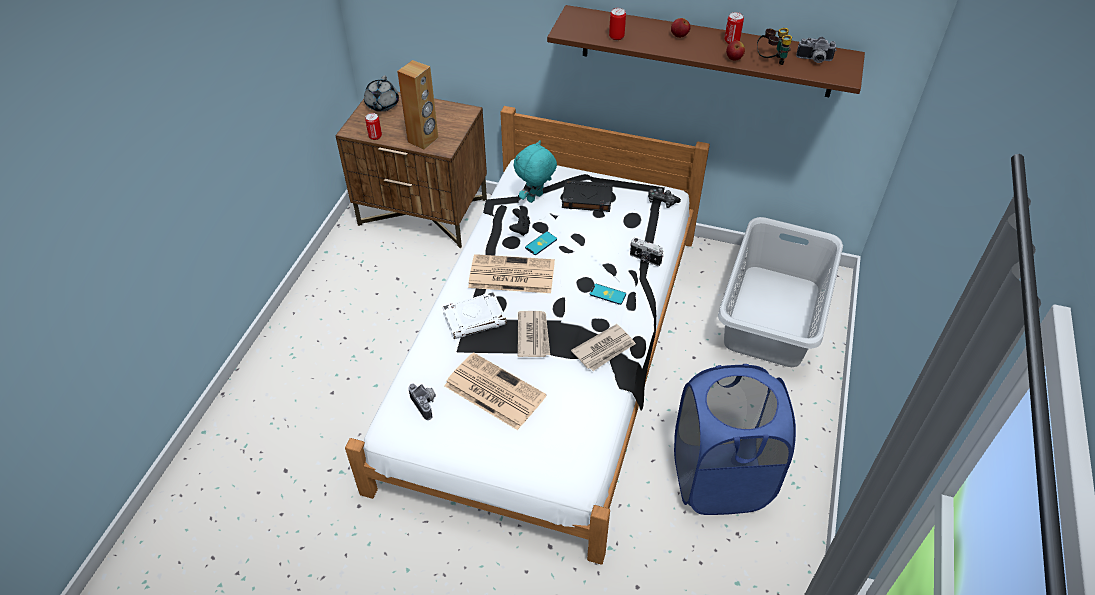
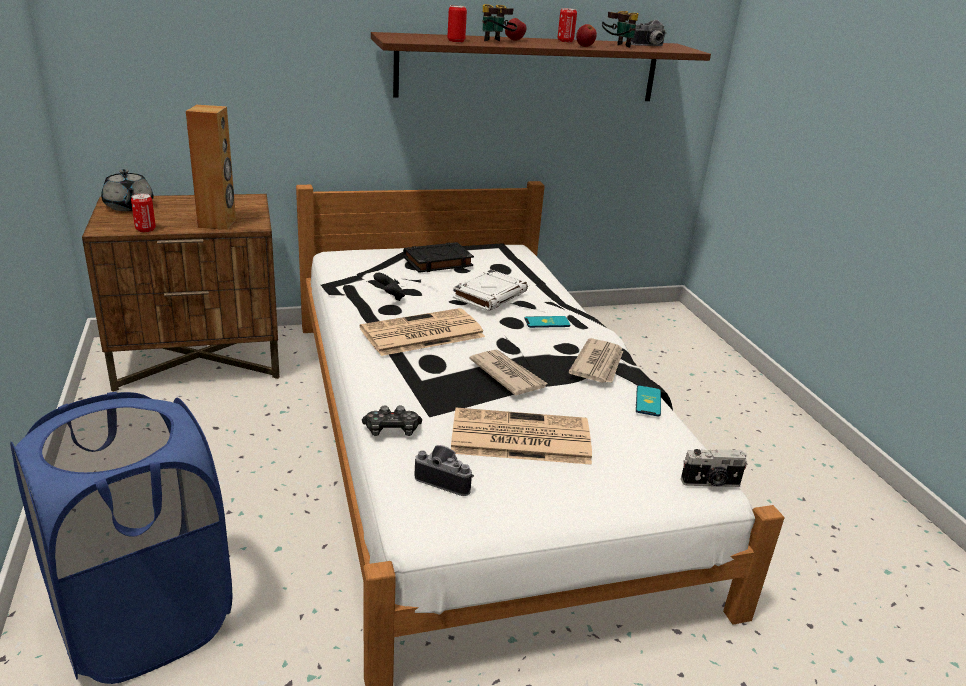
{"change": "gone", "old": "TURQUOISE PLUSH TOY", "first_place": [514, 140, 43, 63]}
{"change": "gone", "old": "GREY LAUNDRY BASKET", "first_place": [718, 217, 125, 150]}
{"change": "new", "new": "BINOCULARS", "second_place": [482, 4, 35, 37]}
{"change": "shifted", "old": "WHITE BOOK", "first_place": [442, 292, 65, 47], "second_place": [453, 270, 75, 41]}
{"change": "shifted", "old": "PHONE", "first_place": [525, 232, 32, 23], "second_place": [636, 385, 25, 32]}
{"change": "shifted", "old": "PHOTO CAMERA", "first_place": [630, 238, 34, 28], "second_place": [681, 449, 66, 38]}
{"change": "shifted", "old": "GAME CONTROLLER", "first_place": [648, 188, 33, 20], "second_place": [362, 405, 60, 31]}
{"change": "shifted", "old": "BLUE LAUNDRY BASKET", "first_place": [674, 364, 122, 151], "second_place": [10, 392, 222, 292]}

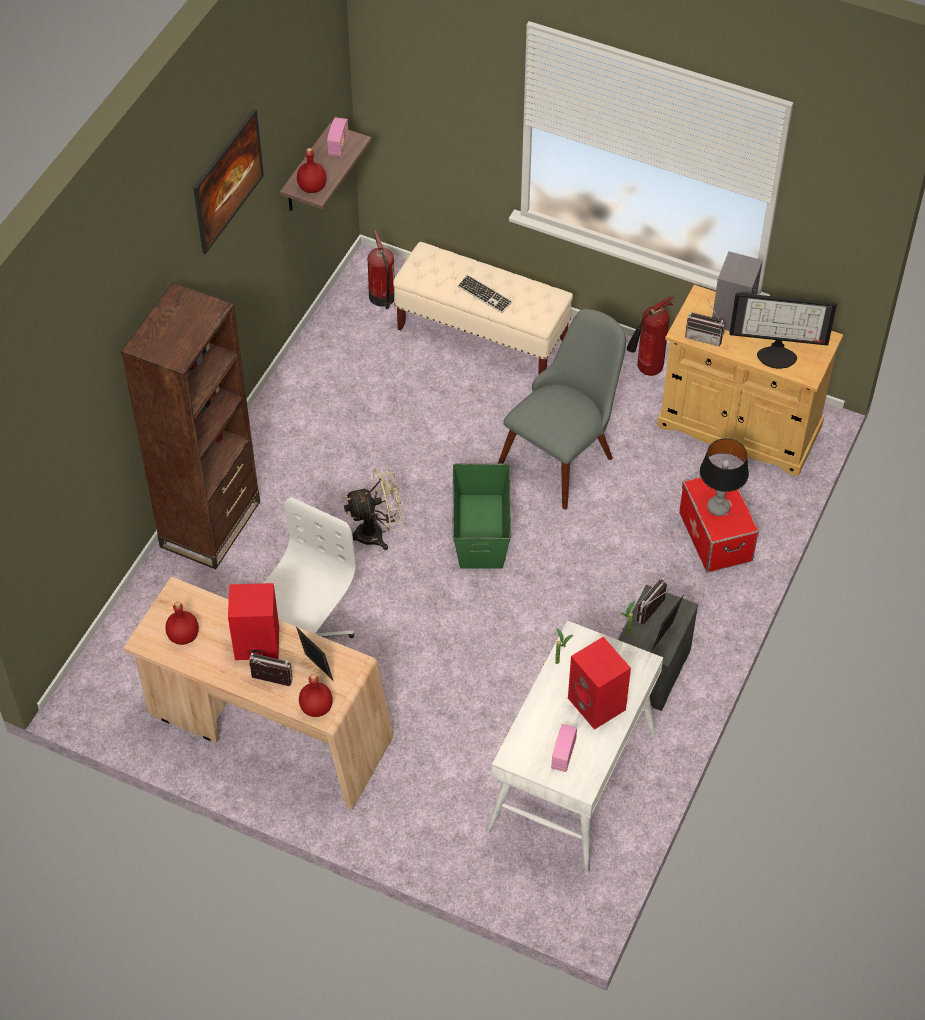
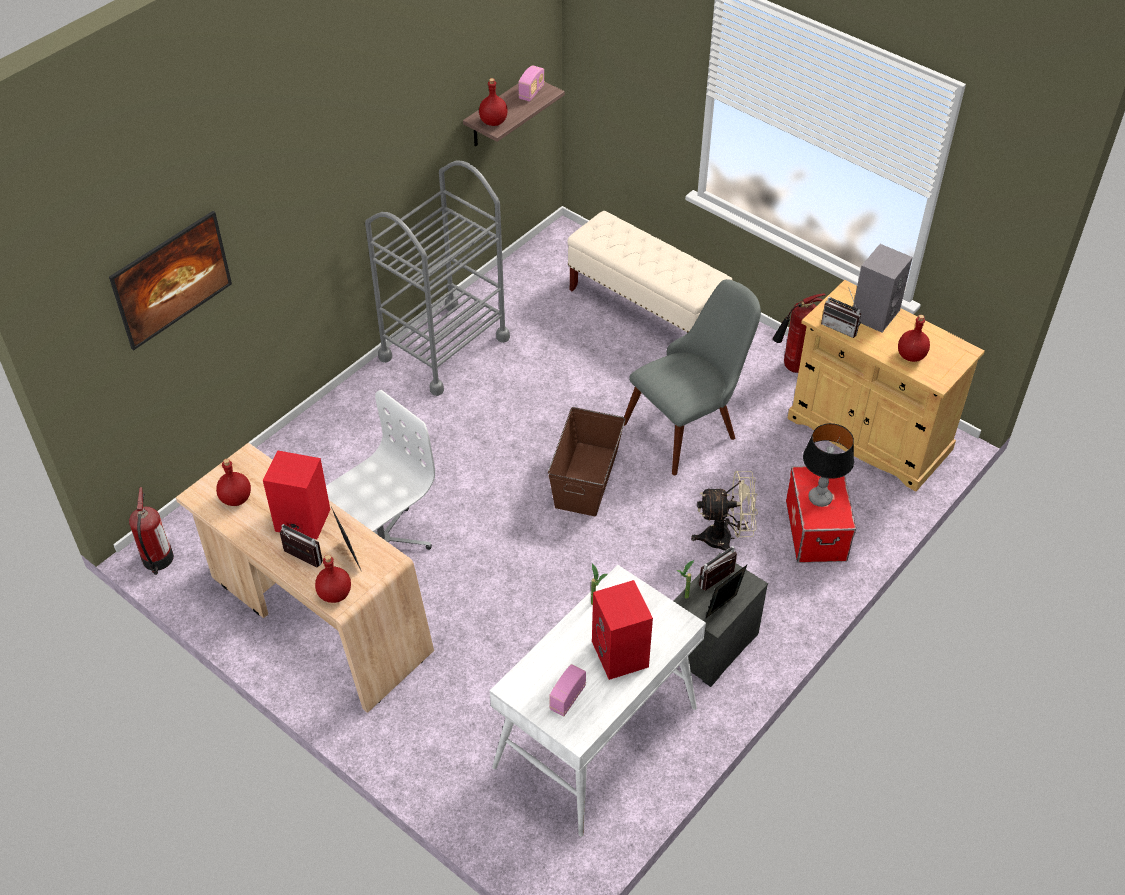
{"change": "gone", "old": "BROWN BOOKCASE", "first_place": [121, 282, 139, 287]}
{"change": "gone", "old": "KEYBOARD", "first_place": [457, 275, 55, 38]}
{"change": "new", "new": "GREY CART", "second_place": [365, 161, 145, 235]}
{"change": "shifted", "old": "PICTURE", "first_place": [193, 109, 71, 145], "second_place": [109, 211, 123, 139]}
{"change": "shifted", "old": "BEIGE FAN", "first_place": [344, 466, 61, 84], "second_place": [691, 471, 67, 80]}
{"change": "shifted", "old": "FIRE EXTINGUISHER", "first_place": [368, 230, 27, 79], "second_place": [129, 487, 45, 88]}
{"change": "swapped", "old": "MONITOR", "new": "RED BOTTLE", "first_place": [729, 293, 108, 76], "second_place": [898, 315, 32, 47]}
{"change": "repainted", "old": "GREEN STORAGE BOX", "new": "BROWN STORAGE BOX", "first_place": [453, 464, 58, 105], "second_place": [548, 407, 77, 109]}

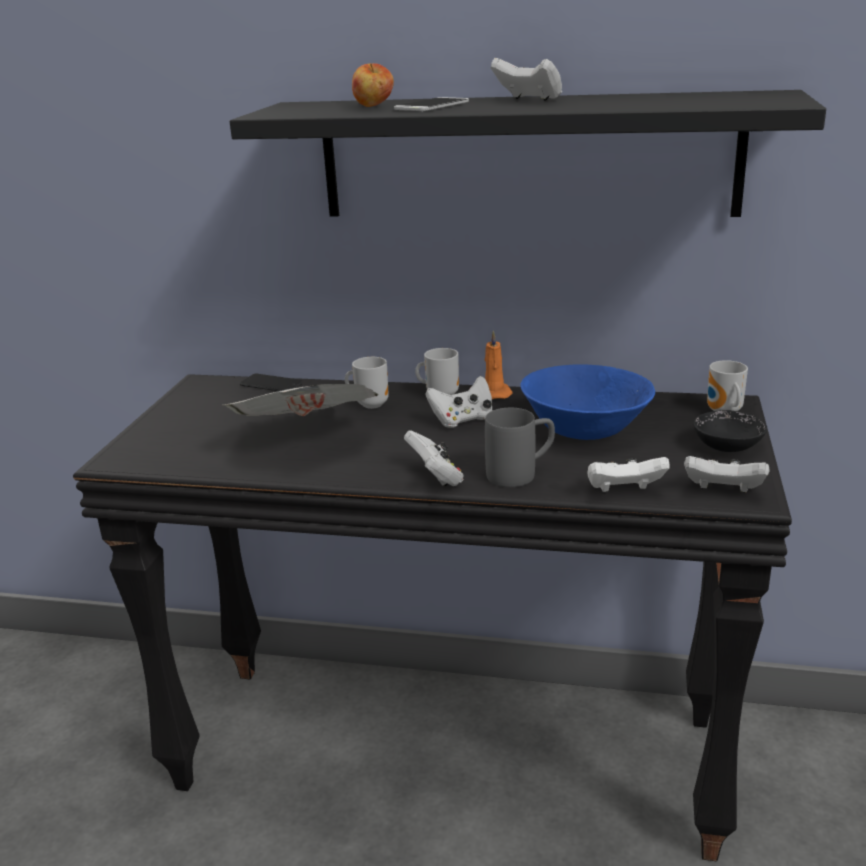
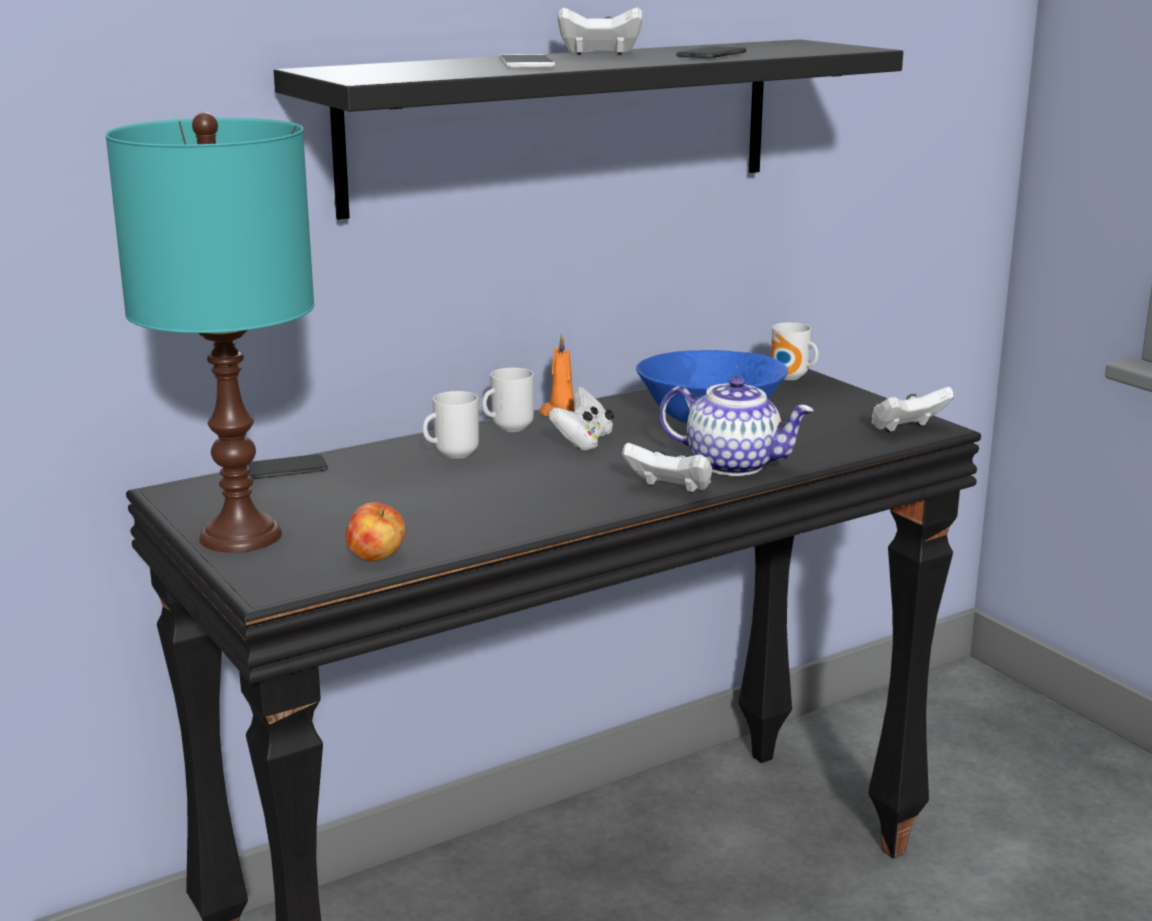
{"change": "gone", "old": "NEWSPAPER", "first_place": [222, 384, 156, 32]}
{"change": "gone", "old": "WHITE GAME CONTROLLER", "first_place": [588, 457, 81, 35]}
{"change": "gone", "old": "BLACK BOWL", "first_place": [693, 410, 75, 42]}
{"change": "new", "new": "TURQUOISE TABLE LAMP", "second_place": [105, 112, 209, 441]}
{"change": "new", "new": "PHONE", "second_place": [676, 46, 70, 12]}
{"change": "shifted", "old": "APPLE", "first_place": [352, 63, 42, 44], "second_place": [346, 502, 59, 59]}
{"change": "swapped", "old": "GREY MUG", "new": "TEAPOT", "first_place": [485, 408, 70, 79], "second_place": [659, 376, 155, 100]}

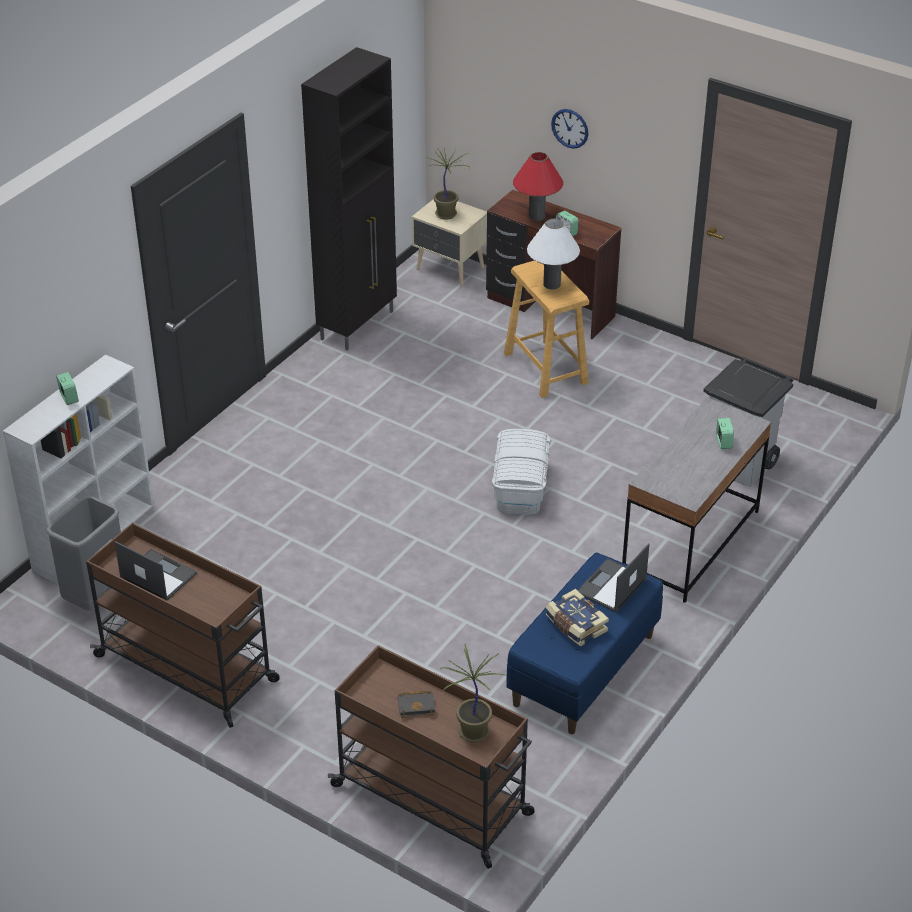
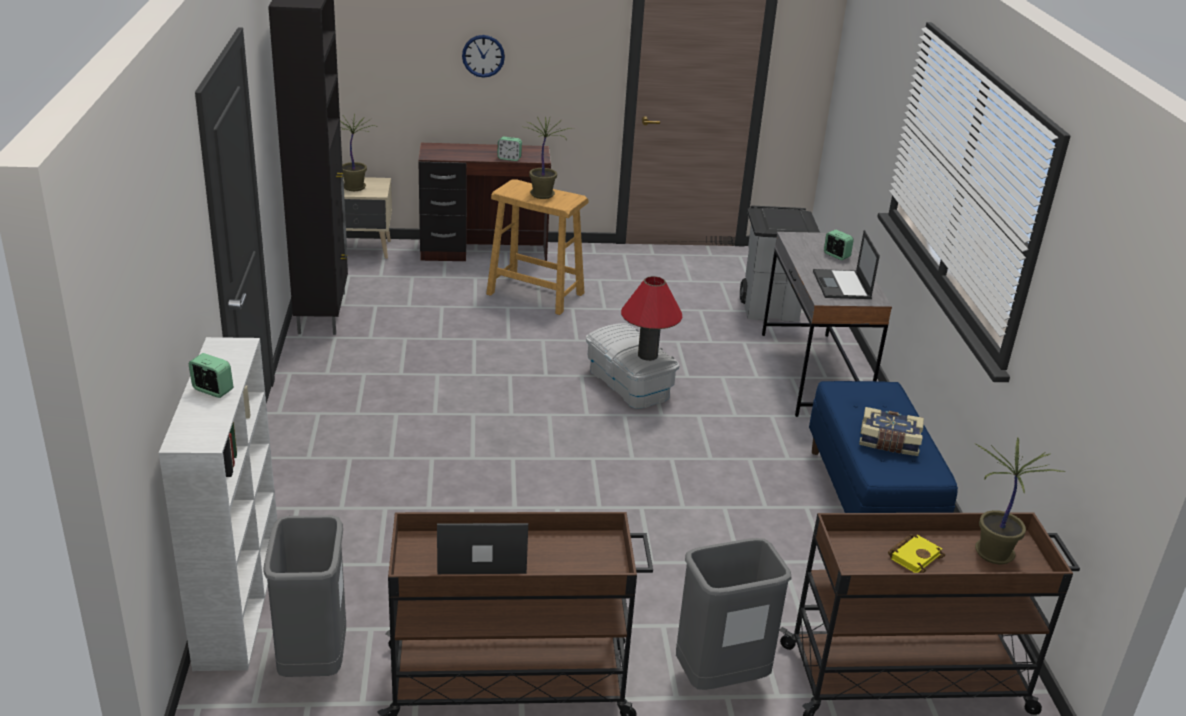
{"change": "new", "new": "GREY TRASH CAN", "second_place": [676, 538, 116, 152]}
{"change": "shifted", "old": "RED TABLE LAMP", "first_place": [513, 152, 50, 69], "second_place": [621, 276, 62, 85]}
{"change": "shifted", "old": "LAPTOP", "first_place": [577, 543, 73, 69], "second_place": [813, 230, 67, 69]}
{"change": "swapped", "old": "WHITE TABLE LAMP", "new": "POTTED PLANT", "first_place": [527, 219, 53, 71], "second_place": [521, 117, 50, 82]}
{"change": "repainted", "old": "BLACK BOOK", "new": "YELLOW BOOK", "first_place": [398, 691, 37, 27], "second_place": [888, 535, 57, 38]}

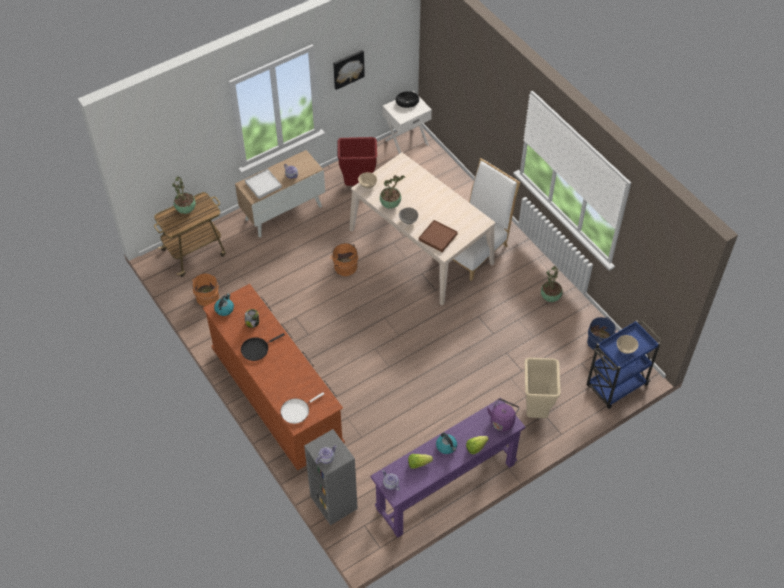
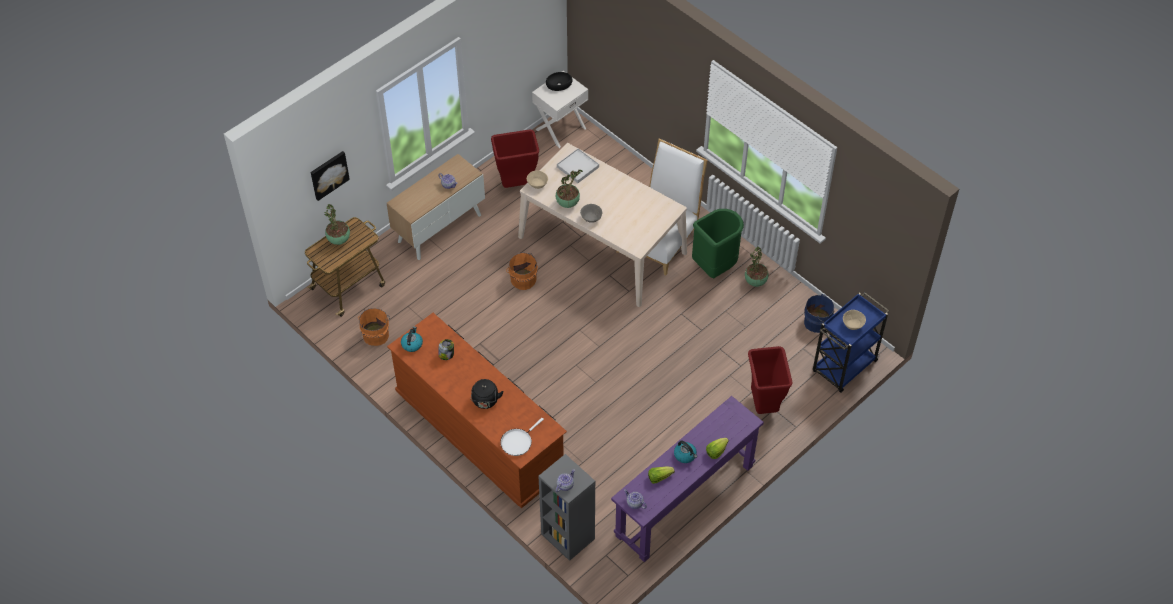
{"change": "gone", "old": "BLACK FRYING PAN", "first_place": [241, 333, 44, 28]}
{"change": "gone", "old": "BROWN TRAY", "first_place": [419, 220, 38, 32]}
{"change": "gone", "old": "PURPLE KETTLE", "first_place": [487, 398, 32, 33]}
{"change": "new", "new": "BLACK KETTLE", "second_place": [471, 379, 33, 30]}
{"change": "new", "new": "GREEN TRASH CAN", "second_place": [692, 209, 52, 69]}
{"change": "shifted", "old": "WHITE TRAY", "first_place": [245, 169, 37, 30], "second_place": [557, 149, 42, 34]}
{"change": "shifted", "old": "PICTURE", "first_place": [333, 50, 32, 40], "second_place": [311, 151, 39, 50]}
{"change": "repainted", "old": "BEIGE TRASH CAN", "new": "RED TRASH CAN", "first_place": [525, 358, 36, 60], "second_place": [748, 346, 45, 68]}

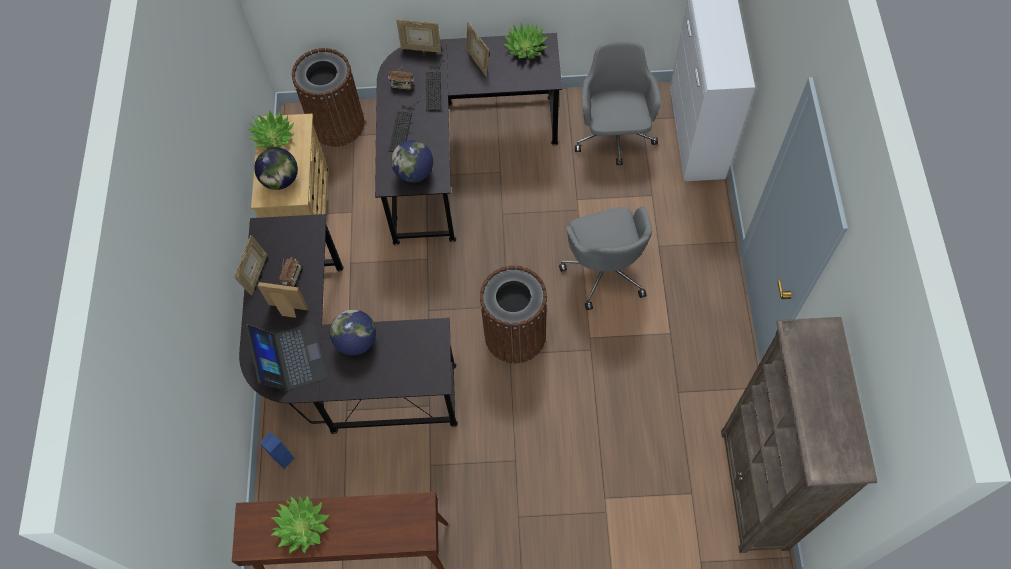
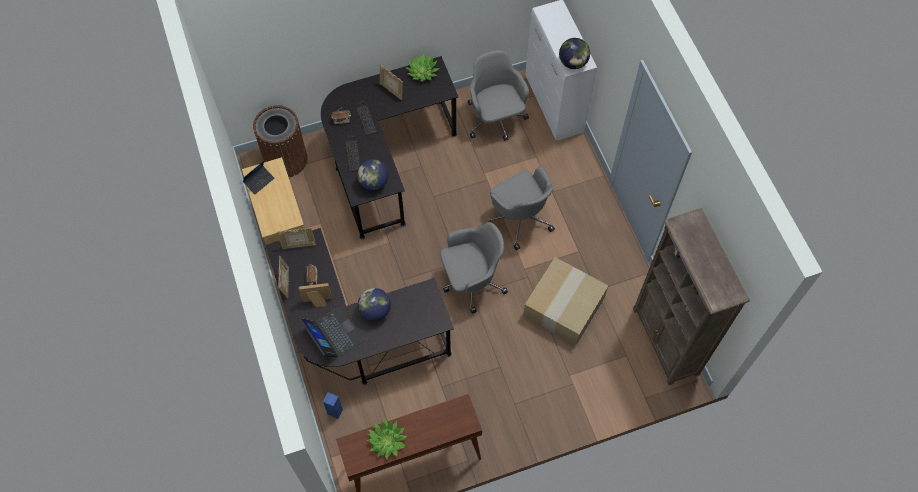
{"change": "new", "new": "CARDBOARD BOX", "second_place": [523, 257, 85, 88]}
{"change": "shifted", "old": "GLOBE", "first_place": [254, 147, 44, 43], "second_place": [559, 38, 31, 31]}
{"change": "shifted", "old": "PICTURE FRAME", "first_place": [396, 20, 46, 33], "second_place": [277, 228, 39, 21]}
{"change": "swapped", "old": "POTTED PLANT", "new": "LAPTOP", "first_place": [247, 110, 47, 40], "second_place": [243, 161, 31, 33]}
{"change": "swapped", "old": "BROWN TRASH CAN", "new": "GREY OFFICE CHAIR", "first_place": [479, 265, 68, 99], "second_place": [441, 222, 67, 91]}

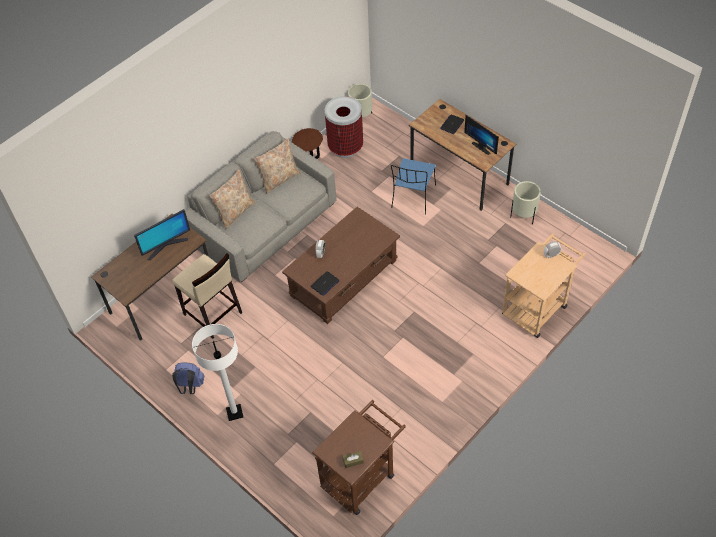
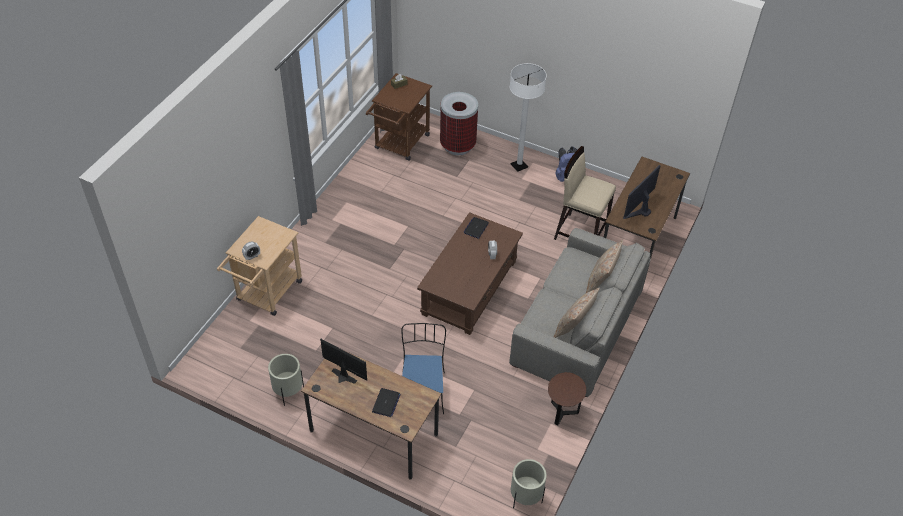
{"change": "shifted", "old": "TRASH CAN", "first_place": [325, 96, 38, 62], "second_place": [440, 92, 38, 63]}

